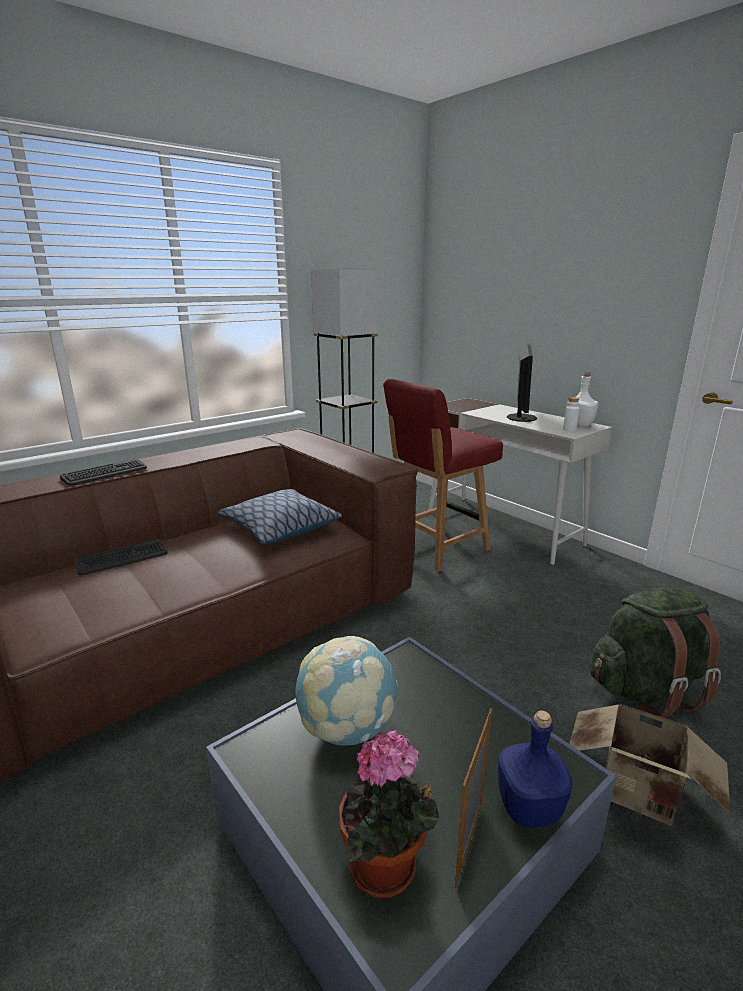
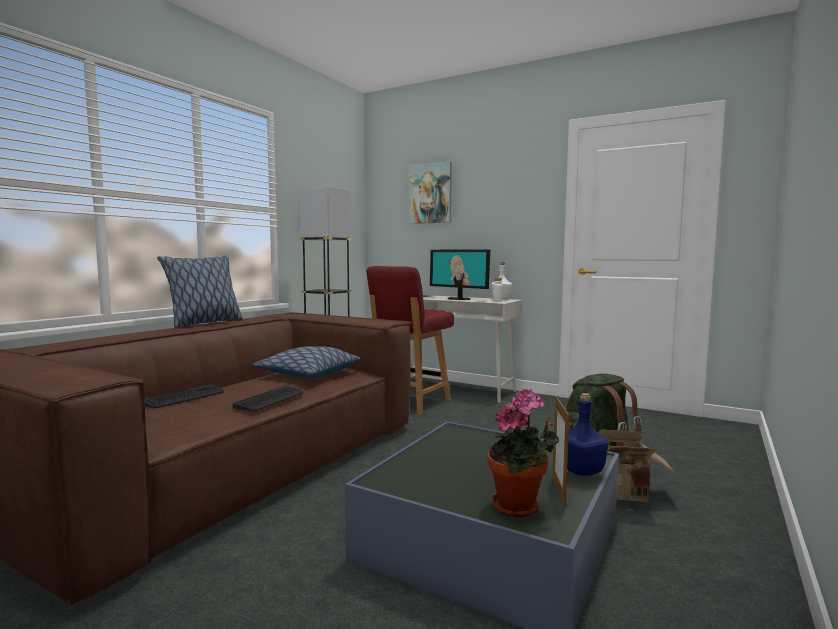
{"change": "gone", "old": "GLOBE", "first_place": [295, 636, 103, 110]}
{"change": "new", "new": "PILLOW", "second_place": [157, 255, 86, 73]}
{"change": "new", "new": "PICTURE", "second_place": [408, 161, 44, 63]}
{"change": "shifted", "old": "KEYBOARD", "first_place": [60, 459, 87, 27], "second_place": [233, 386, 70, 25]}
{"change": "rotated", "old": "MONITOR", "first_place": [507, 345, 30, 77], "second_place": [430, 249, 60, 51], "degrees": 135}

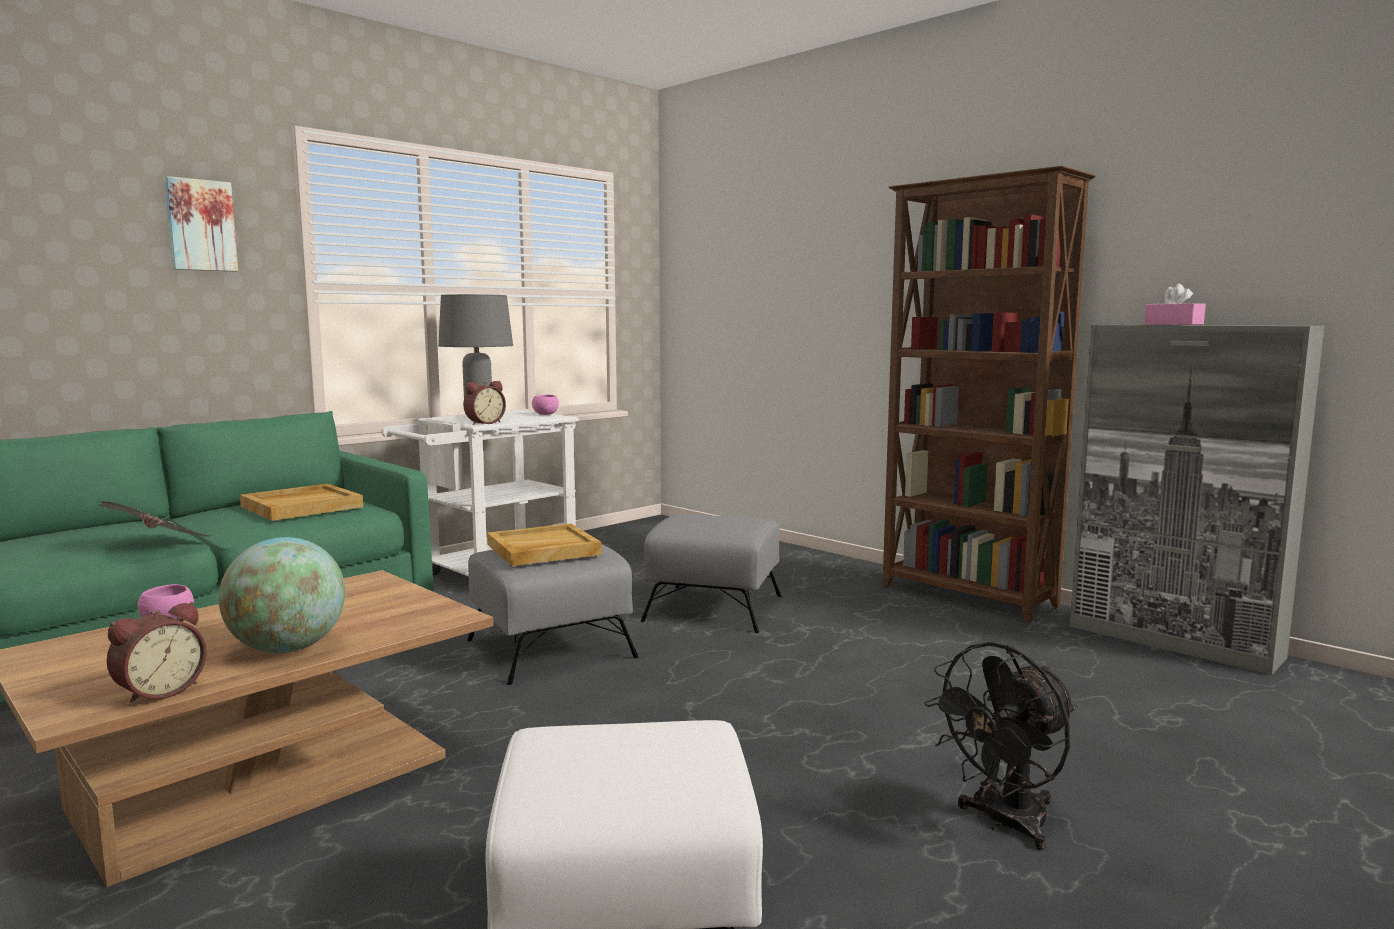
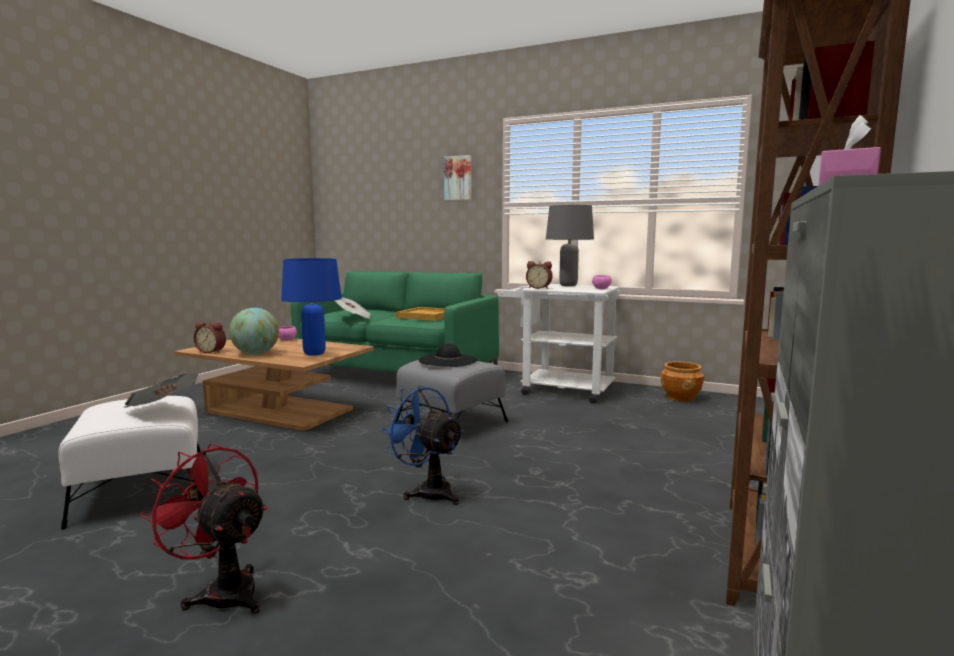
{"change": "gone", "old": "GREY OTTOMAN", "first_place": [641, 514, 141, 119]}
{"change": "new", "new": "NEWSPAPER", "second_place": [124, 373, 74, 34]}
{"change": "new", "new": "BLUE TABLE LAMP", "second_place": [281, 258, 61, 98]}
{"change": "new", "new": "BLUE FAN", "second_place": [380, 386, 84, 119]}
{"change": "new", "new": "BROWN PLANTER", "second_place": [660, 362, 44, 40]}
{"change": "swapped", "old": "BEIGE TRAY", "new": "BLACK HAT", "first_place": [487, 524, 115, 42], "second_place": [419, 343, 59, 24]}
{"change": "repainted", "old": "BLACK FAN", "new": "RED FAN", "first_place": [924, 642, 152, 208], "second_place": [140, 443, 128, 171]}

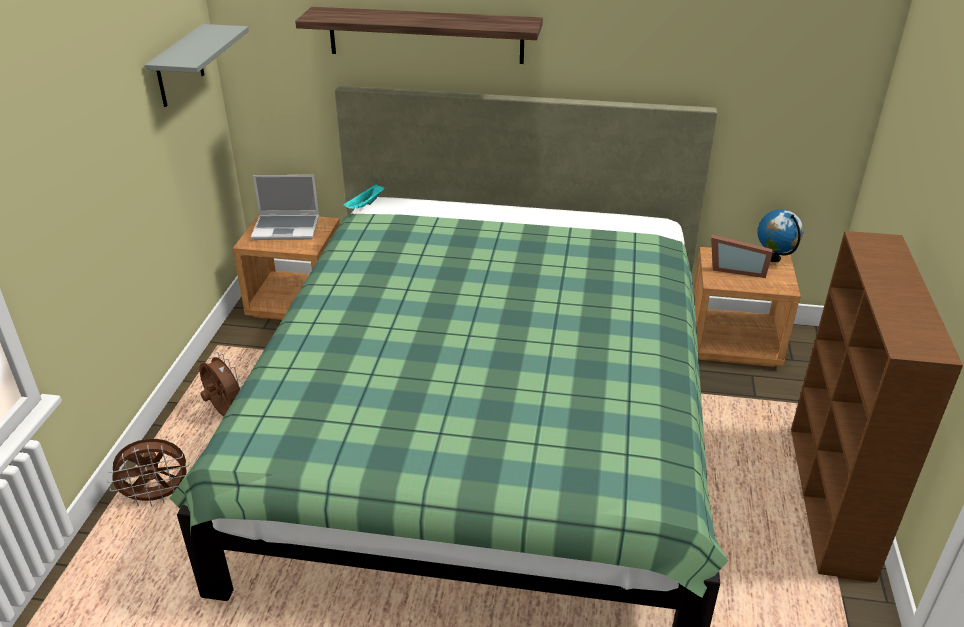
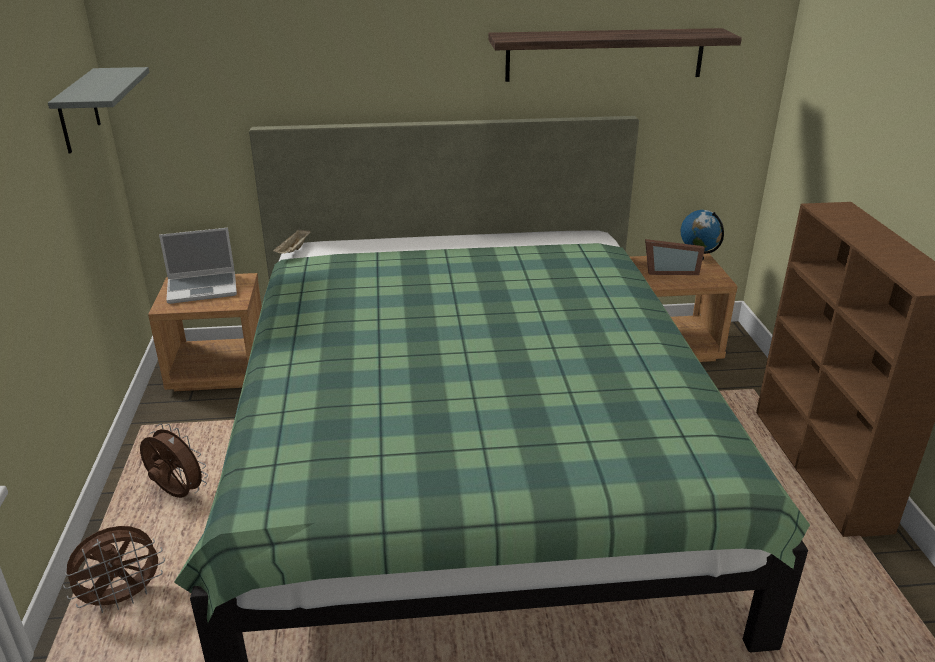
{"change": "shifted", "old": "SHELF", "first_place": [295, 7, 248, 57], "second_place": [488, 28, 254, 54]}
{"change": "repainted", "old": "TURQUOISE TRAY", "new": "BEIGE TRAY", "first_place": [343, 184, 42, 25], "second_place": [273, 228, 38, 25]}

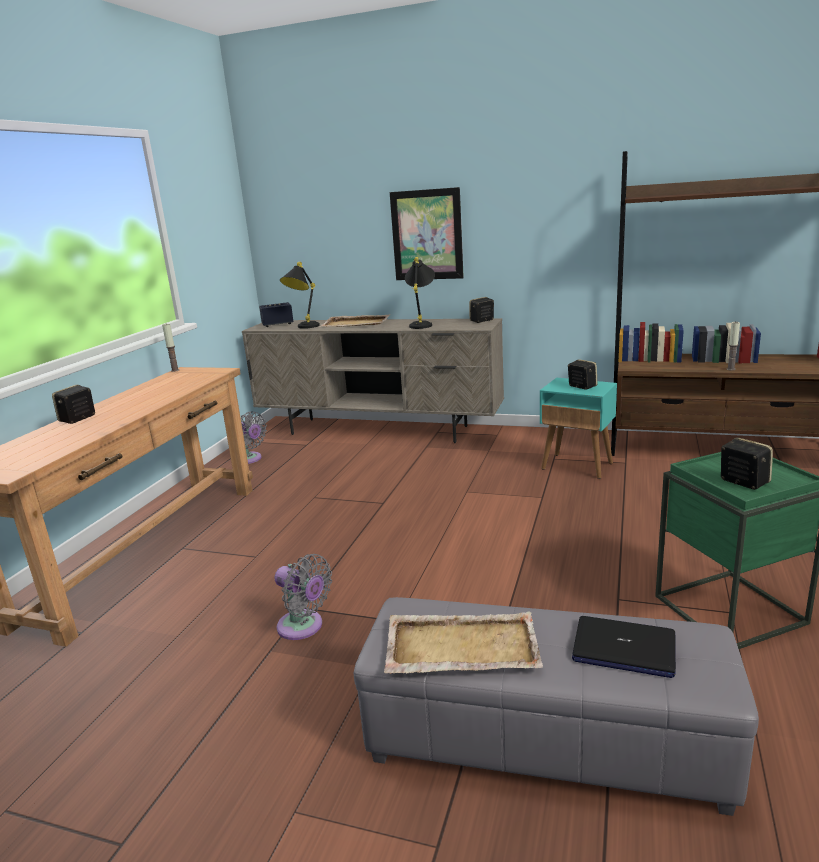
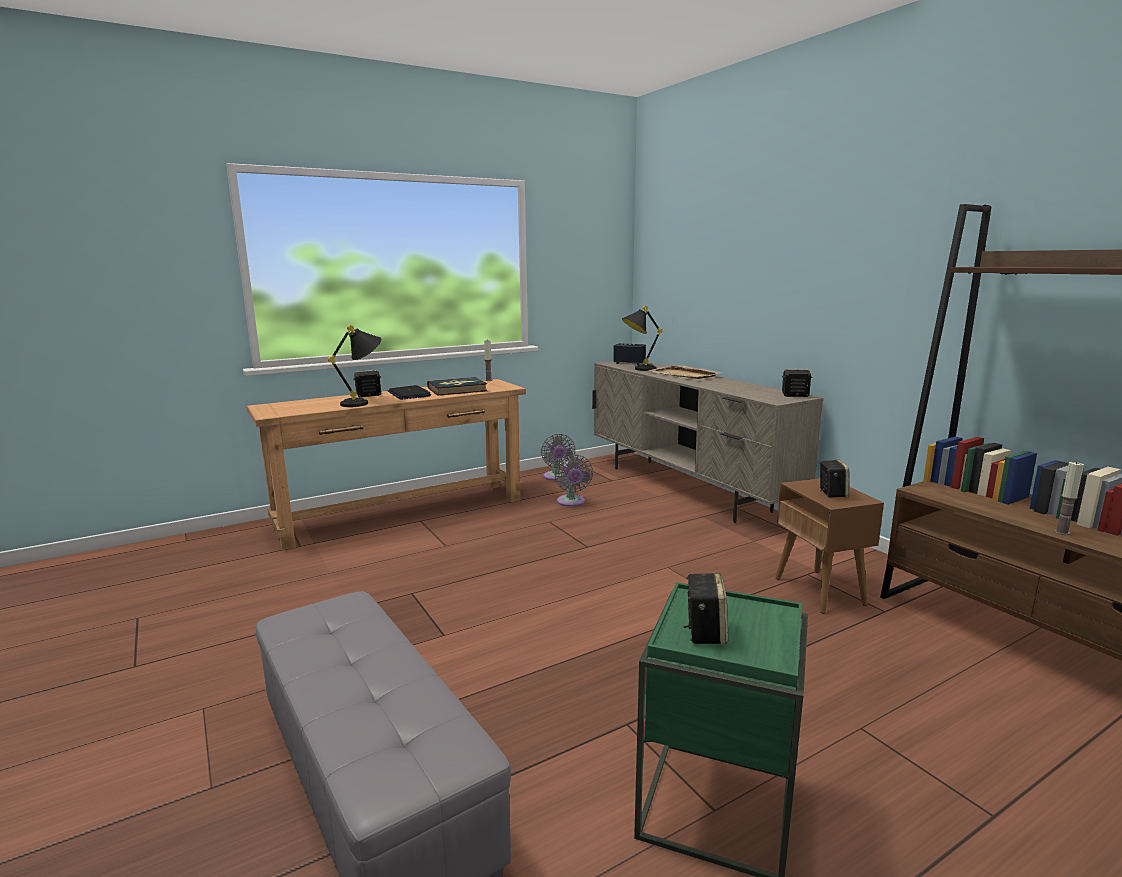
{"change": "gone", "old": "BEIGE TRAY", "first_place": [384, 611, 159, 62]}
{"change": "gone", "old": "PICTURE", "first_place": [390, 187, 74, 93]}
{"change": "new", "new": "BOOK", "second_place": [427, 377, 61, 19]}
{"change": "shifted", "old": "GREY FAN", "first_place": [274, 554, 58, 86], "second_place": [555, 454, 38, 53]}
{"change": "shifted", "old": "BLACK TABLE LAMP", "first_place": [405, 257, 30, 72], "second_place": [328, 325, 53, 82]}
{"change": "shifted", "old": "LAPTOP", "first_place": [572, 616, 104, 62], "second_place": [388, 385, 43, 15]}
{"change": "repainted", "old": "TURQUOISE SIDE TABLE", "new": "BROWN SIDE TABLE", "first_place": [540, 378, 77, 101], "second_place": [775, 478, 109, 135]}

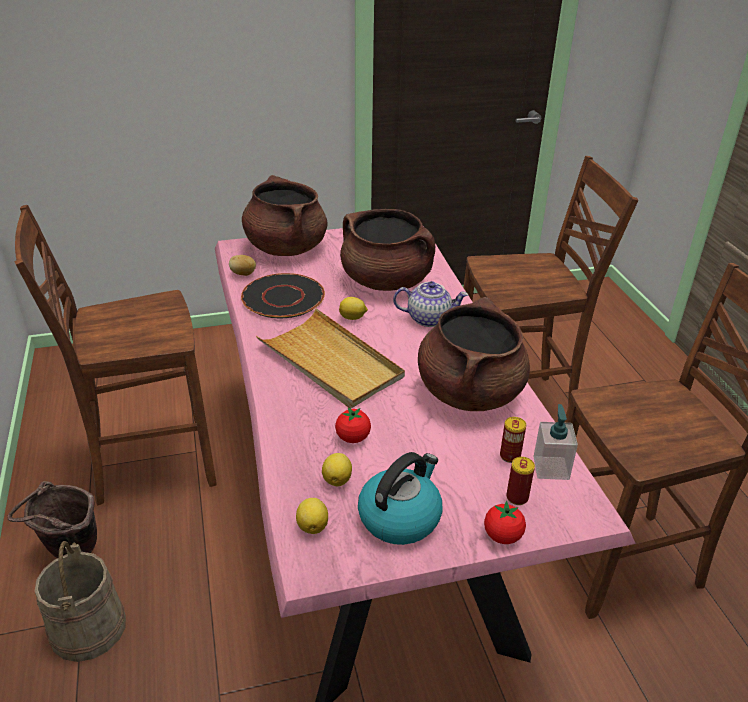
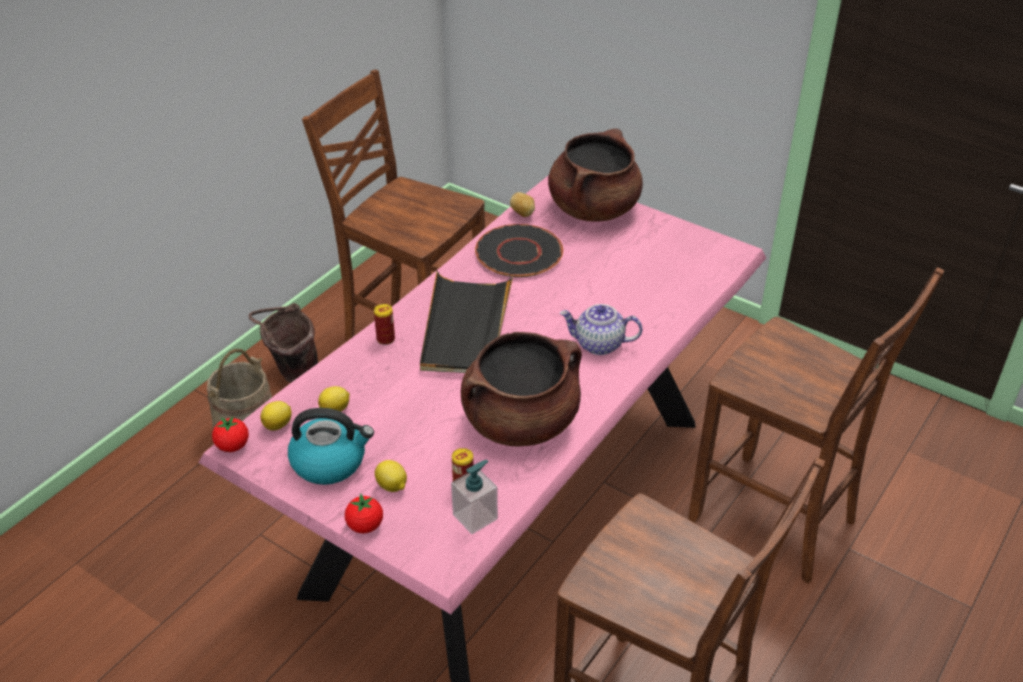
{"change": "gone", "old": "BROWN COOKING POT", "first_place": [340, 209, 95, 82]}
{"change": "shifted", "old": "TOMATO", "first_place": [335, 407, 36, 36], "second_place": [212, 416, 37, 36]}
{"change": "shifted", "old": "LEMON", "first_place": [339, 297, 29, 23], "second_place": [375, 460, 32, 32]}
{"change": "shifted", "old": "CAN", "first_place": [507, 457, 28, 48], "second_place": [374, 304, 21, 41]}
{"change": "repainted", "old": "BEIGE TRAY", "new": "BLACK TRAY", "first_place": [256, 308, 149, 100], "second_place": [420, 271, 93, 102]}
{"change": "rotated", "old": "TEAPOT", "first_place": [393, 281, 75, 46], "second_place": [560, 304, 82, 51], "degrees": 135}

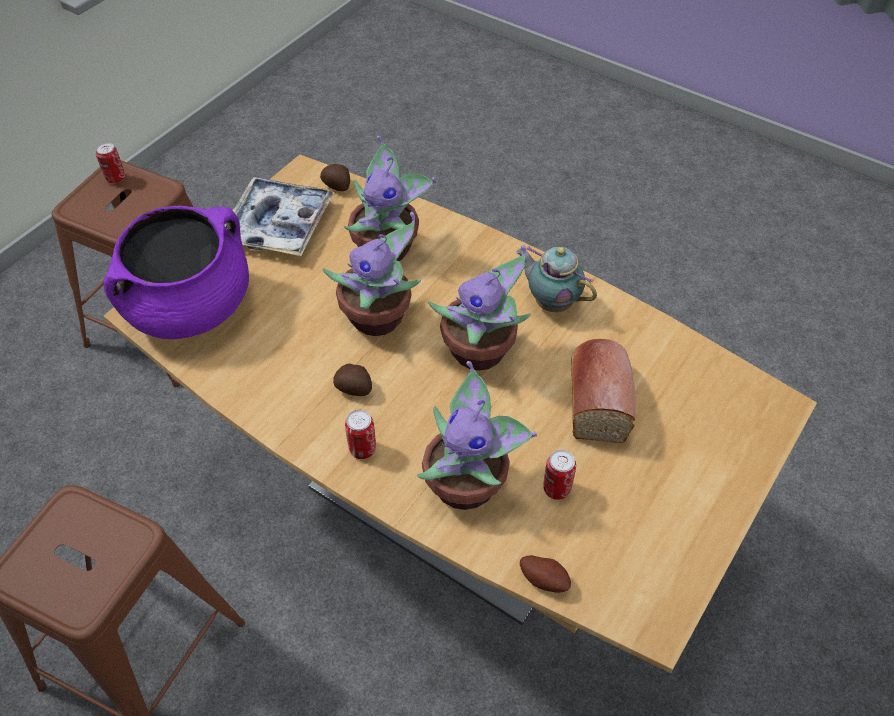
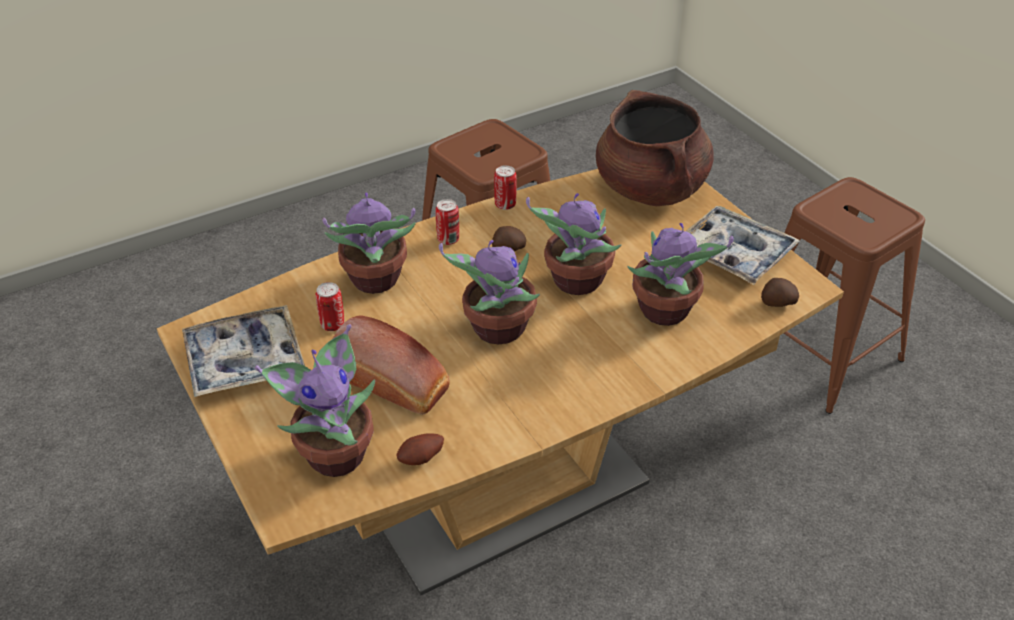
{"change": "gone", "old": "TEAPOT", "first_place": [516, 246, 81, 66]}
{"change": "new", "new": "TRAY", "second_place": [182, 305, 123, 92]}
{"change": "new", "new": "POTTED PLANT", "second_place": [255, 324, 120, 153]}
{"change": "shifted", "old": "CAN", "first_place": [96, 142, 29, 41], "second_place": [494, 165, 23, 45]}
{"change": "shifted", "old": "POTATO", "first_place": [520, 555, 51, 38], "second_place": [396, 433, 48, 32]}
{"change": "repainted", "old": "PURPLE COOKING POT", "new": "BROWN COOKING POT", "first_place": [103, 206, 146, 133], "second_place": [596, 90, 118, 116]}

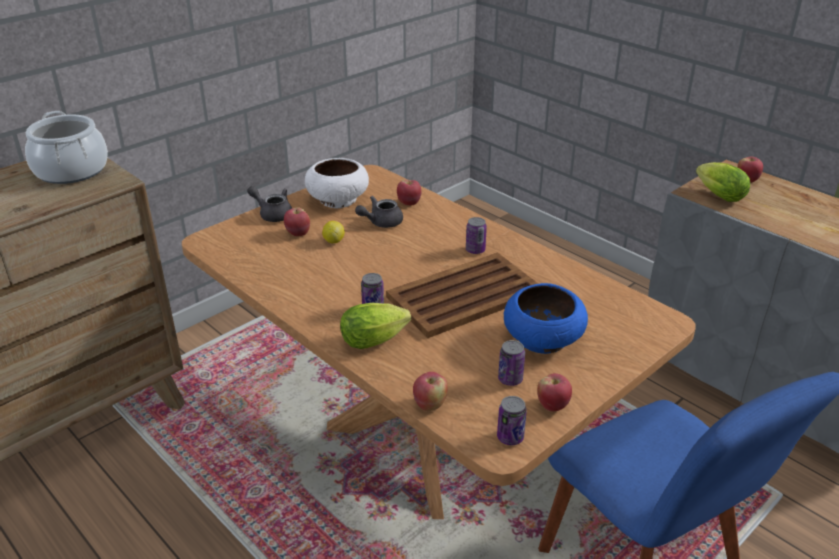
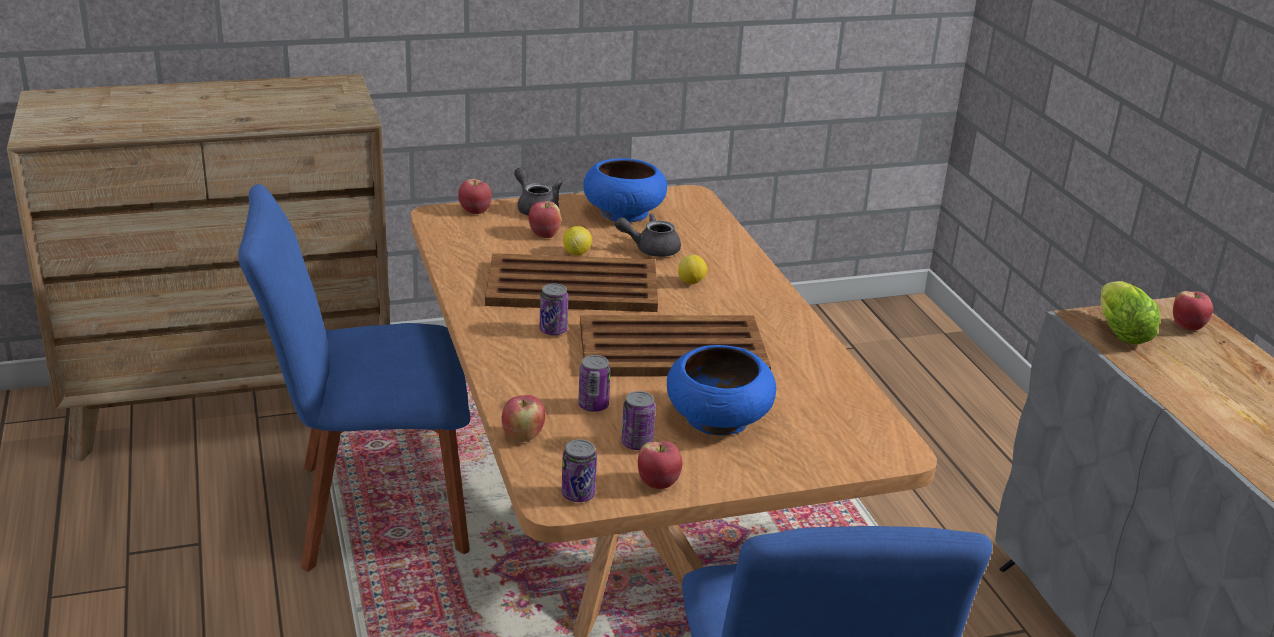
{"change": "gone", "old": "COOKING POT", "first_place": [25, 111, 83, 73]}
{"change": "gone", "old": "LETTUCE", "first_place": [340, 303, 71, 46]}
{"change": "new", "new": "BLUE CHAIR", "second_place": [238, 184, 232, 388]}
{"change": "new", "new": "BROWN TRAY", "second_place": [485, 253, 173, 59]}
{"change": "new", "new": "LEMON", "second_place": [678, 255, 30, 29]}
{"change": "shifted", "old": "APPLE", "first_place": [397, 179, 24, 27], "second_place": [458, 179, 34, 35]}
{"change": "shifted", "old": "CAN", "first_place": [466, 217, 21, 37], "second_place": [578, 355, 33, 57]}
{"change": "repainted", "old": "WHITE BOWL", "new": "BLUE BOWL", "first_place": [305, 158, 64, 50], "second_place": [583, 158, 84, 65]}

